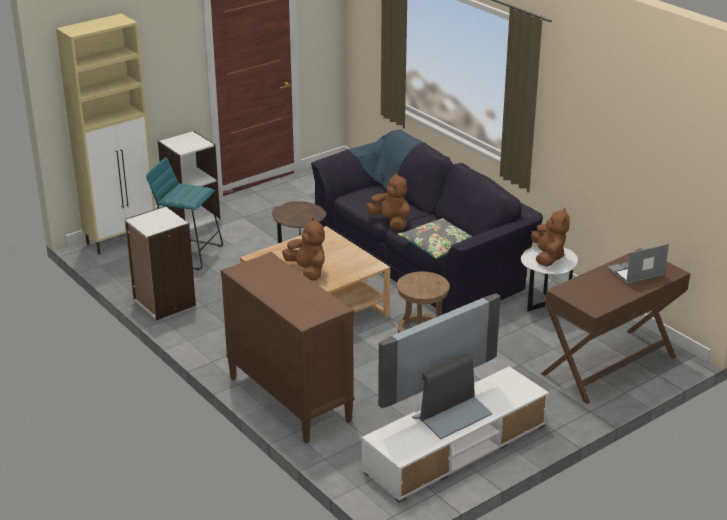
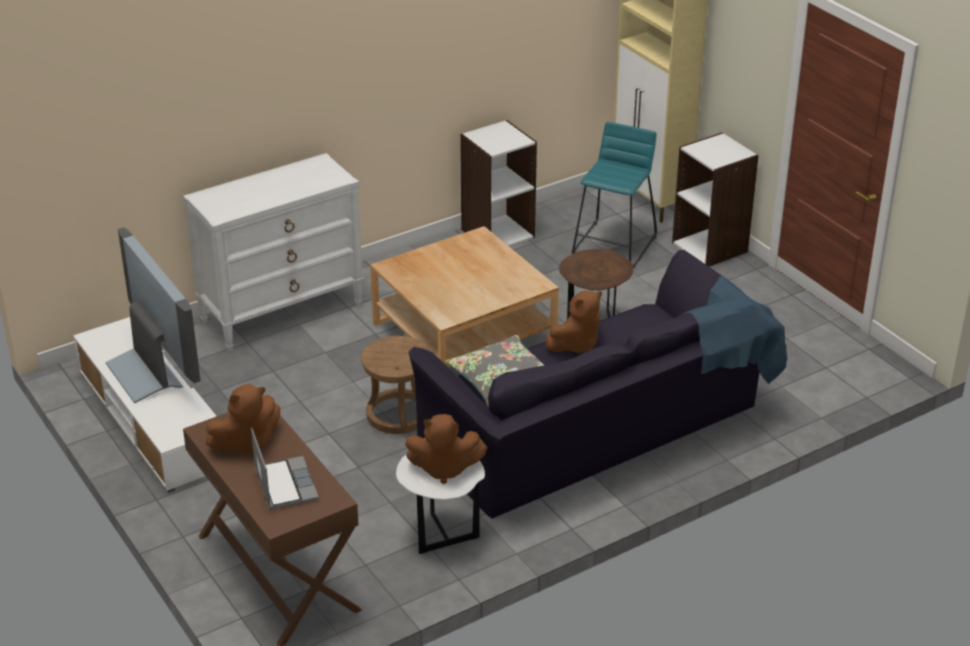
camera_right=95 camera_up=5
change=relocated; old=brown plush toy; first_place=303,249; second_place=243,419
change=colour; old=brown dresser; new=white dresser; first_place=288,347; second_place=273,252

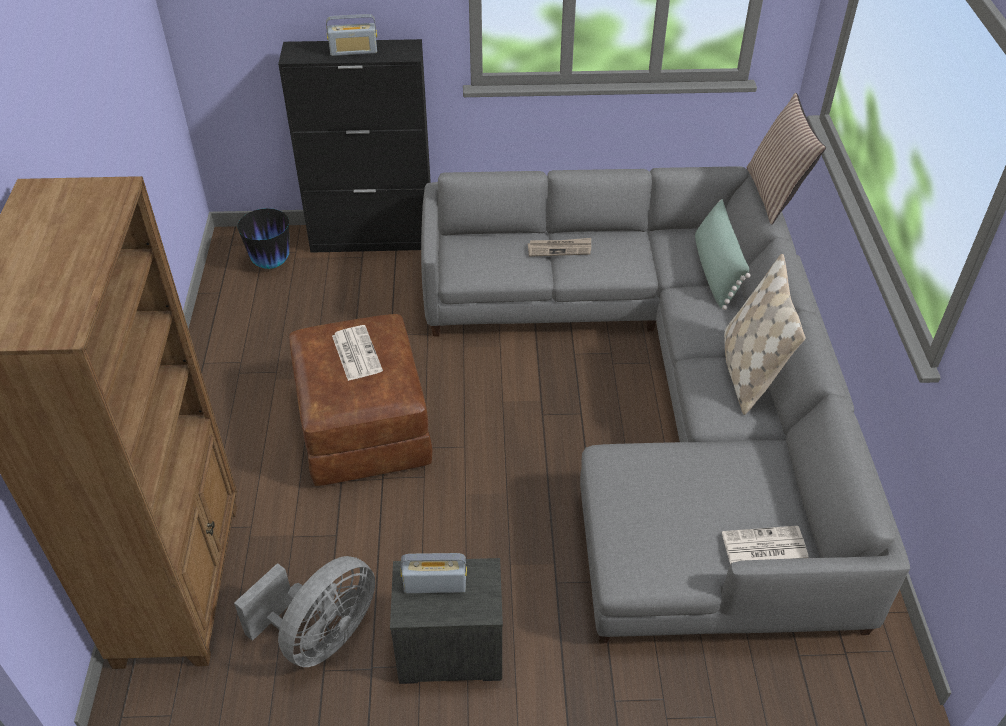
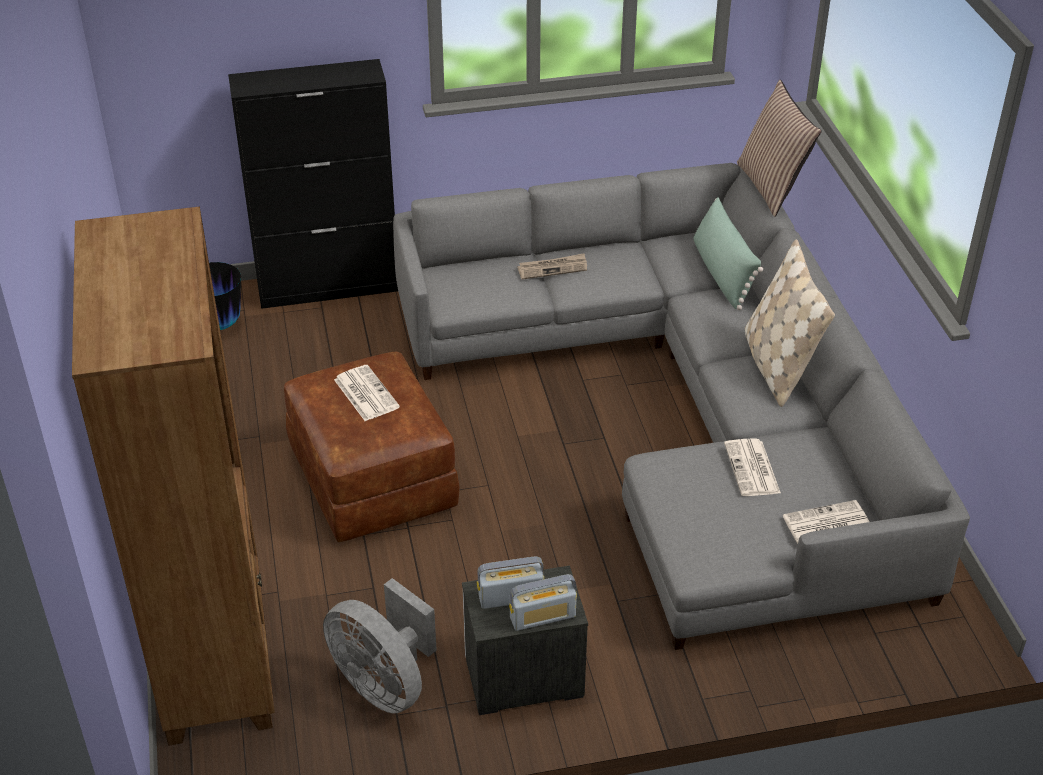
camera_right=-10 camera_up=-5
change=appeared; new=newspaper; second_place=752,467
change=relocated; old=radio; first_place=351,35; second_place=543,602
change=spun; old=grey fan; first_place=304,611; second_place=380,646; degrees=105

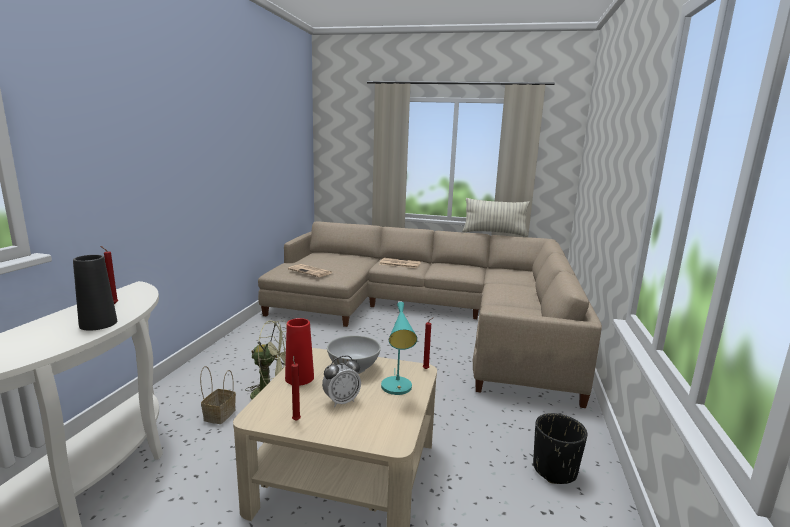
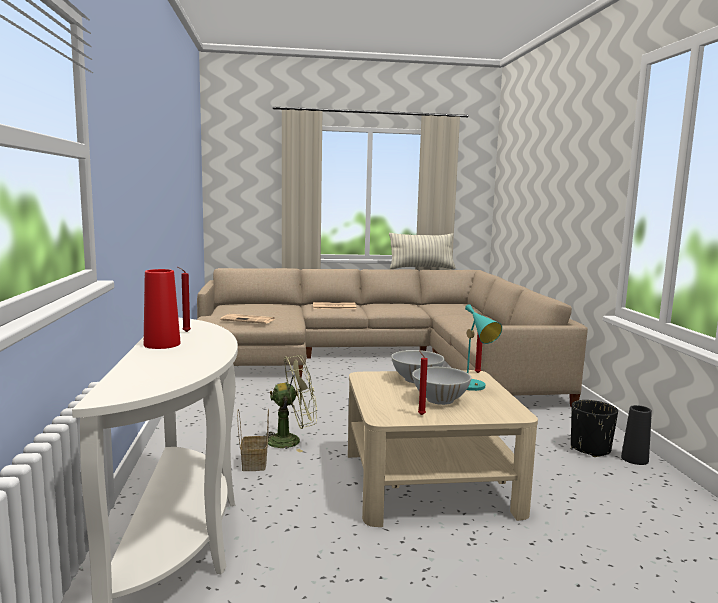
camera_right=-20 camera_up=-5
change=relocated; old=black vase; first_place=95,293; second_place=636,435
change=relocated; old=red vase; first_place=299,352; second_place=162,309
change=exchanged; old=alarm clock; new=white bowl; first_place=341,381; second_place=441,386

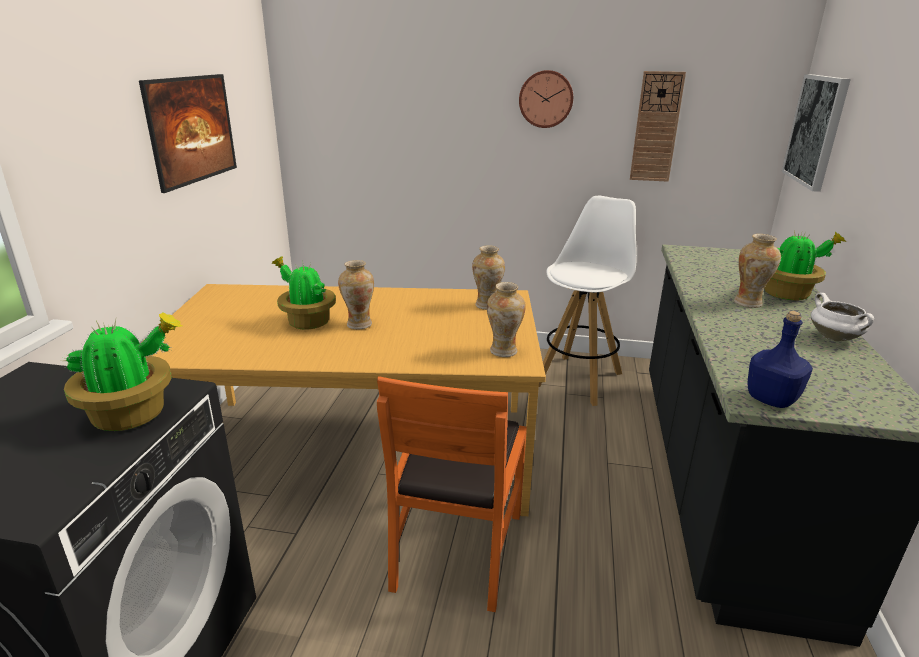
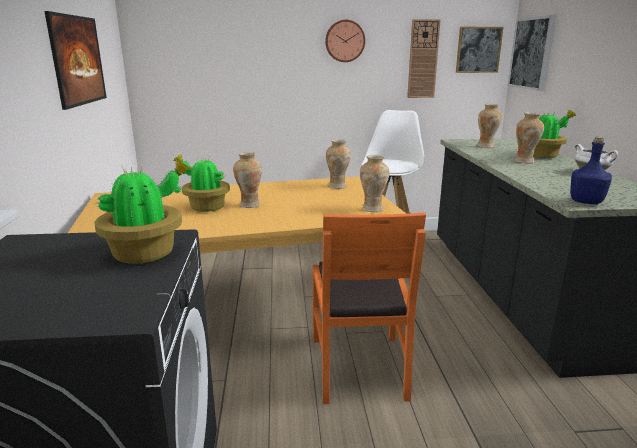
camera_right=-15 camera_up=-5
change=appeared; new=picture; second_place=480,50
change=appeared; new=vase; second_place=489,126

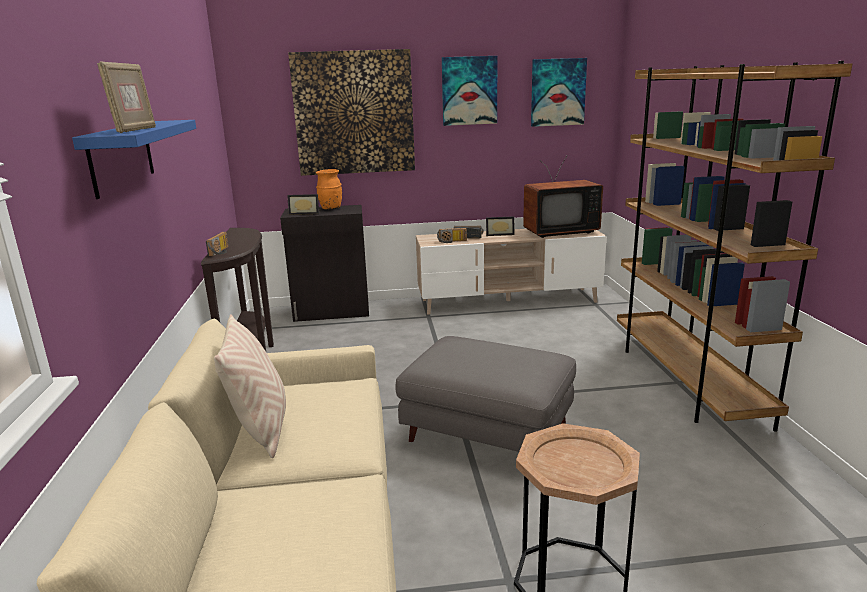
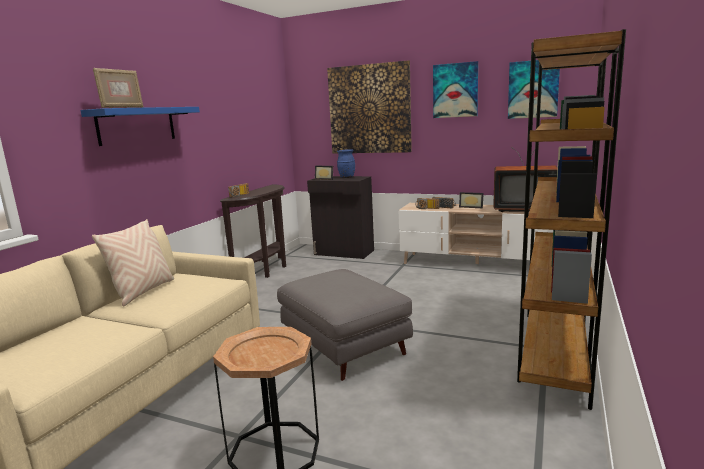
camera_right=30 camera_up=-5
change=colour; old=orange vase; new=blue vase; first_place=329,189; second_place=346,163

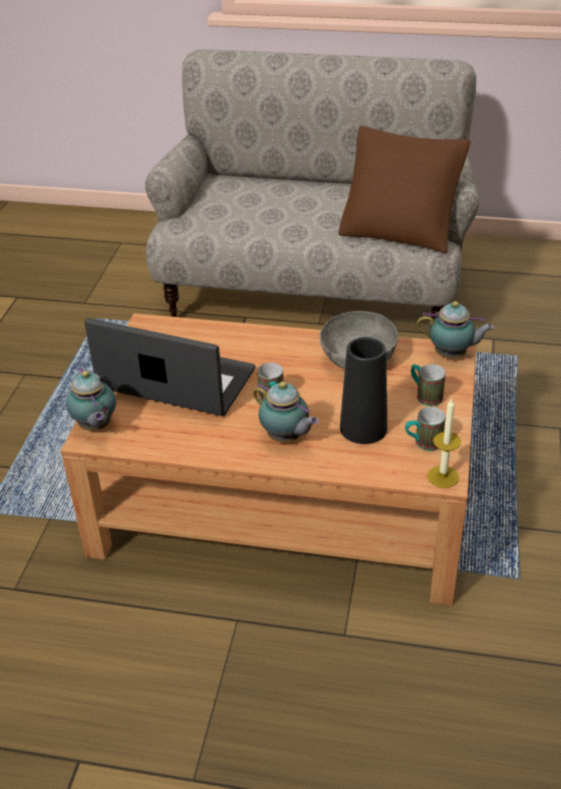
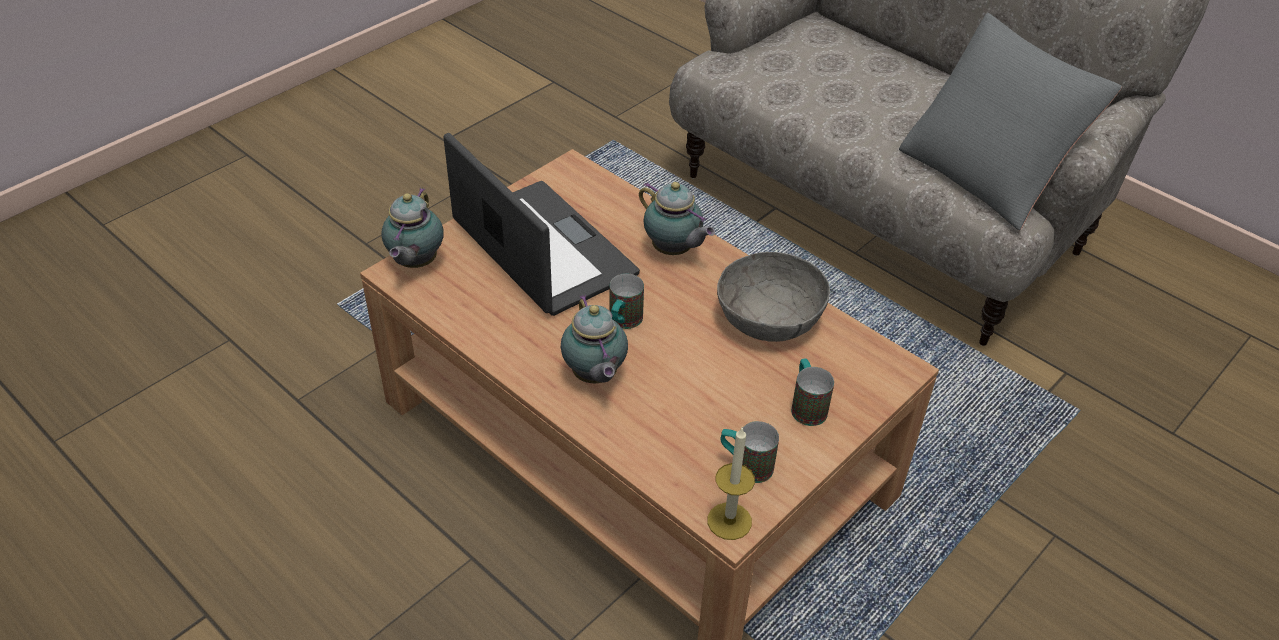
camera_right=30 camera_up=5
change=missing; old=black vase; first_place=363,390
change=relocated; old=teapot; first_place=455,329; second_place=677,218
change=colour; old=brown pillow; new=grey pillow; first_place=404,189; second_place=1010,122

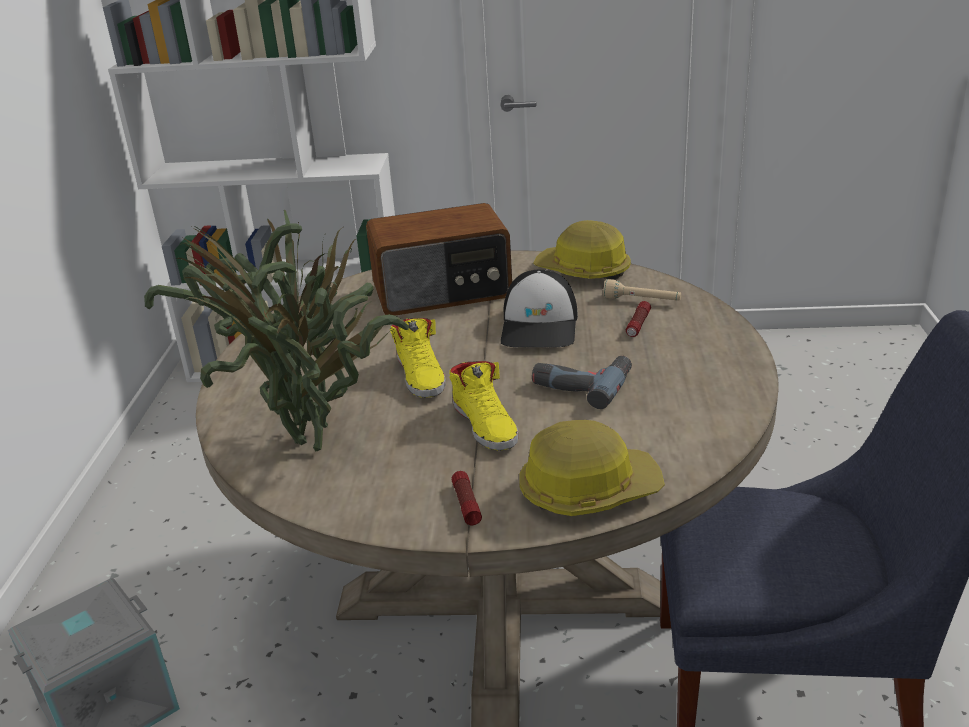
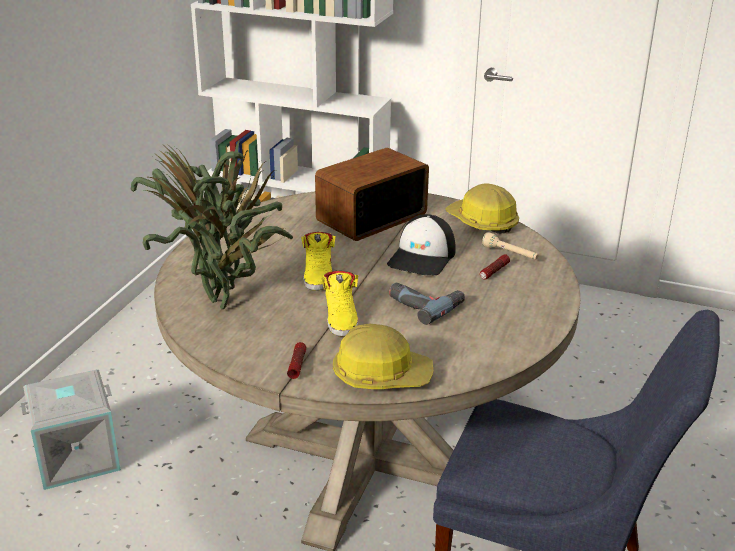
camera_right=15 camera_up=0
change=spun; old=radio; first_place=439,259; second_place=372,194; degrees=135

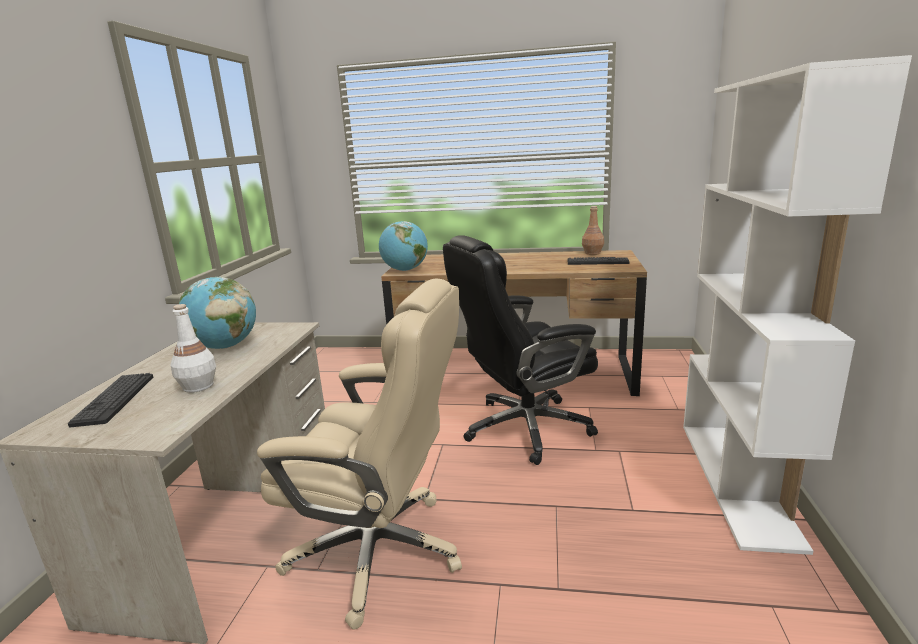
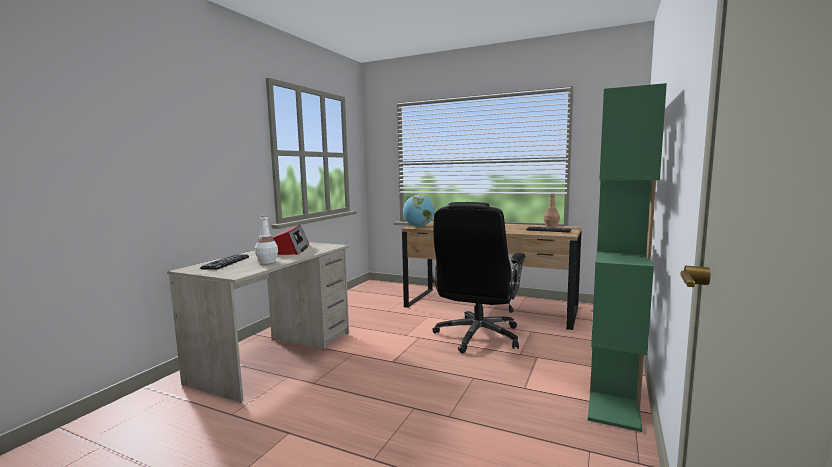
camera_right=15 camera_up=-10
change=missing; old=beige office chair; first_place=359,453
change=exchanged; old=globe; new=radio; first_place=217,313; second_place=291,240
change=colour; old=white bookcase; new=green bookcase; first_place=797,305; second_place=627,257
change=spun; old=black office chair; first_place=520,350; second_place=478,277; degrees=-60

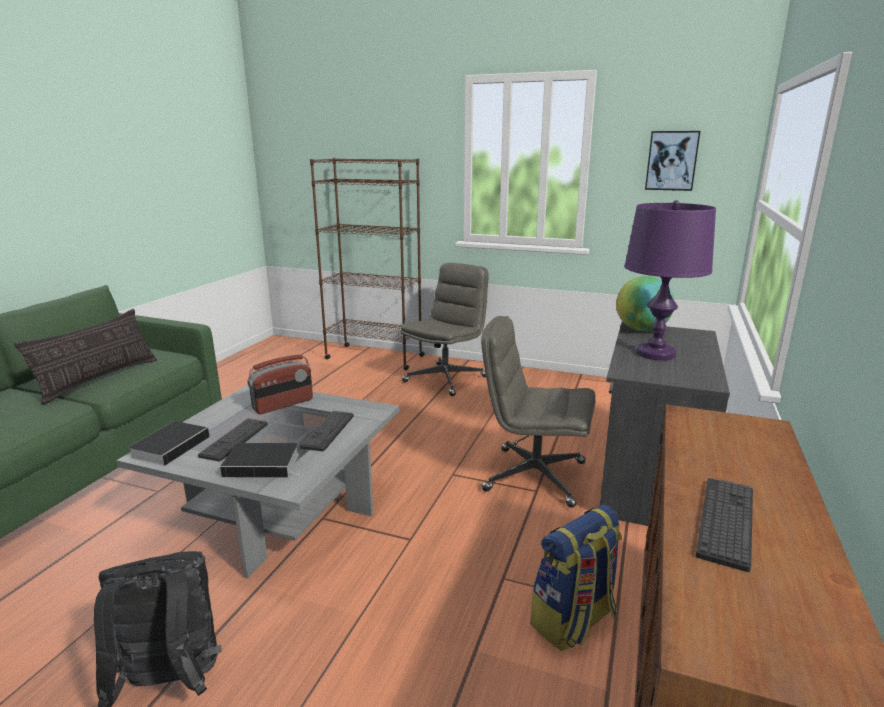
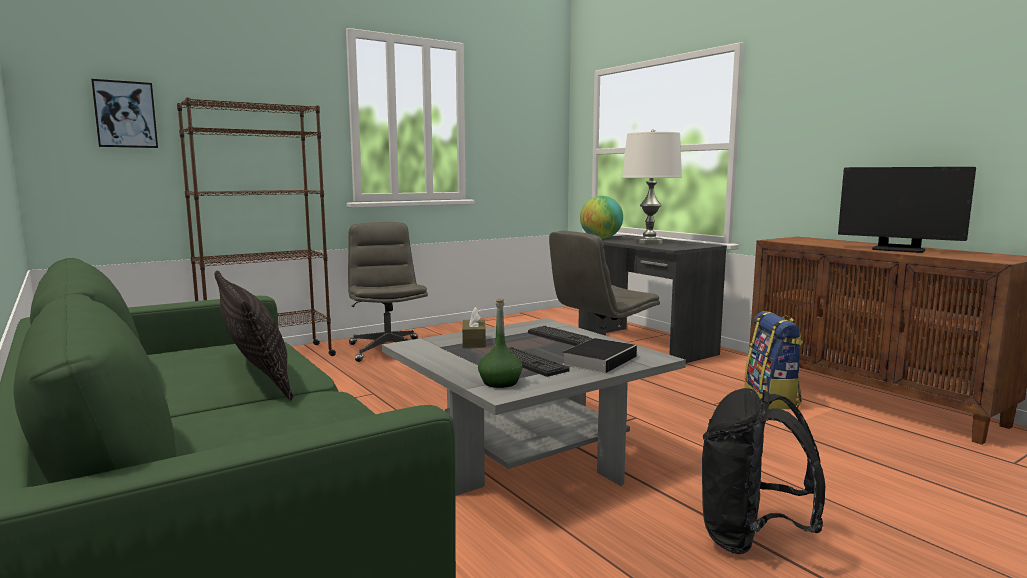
camera_right=-55 camera_up=-10
change=relocated; old=picture; first_place=672,161; second_place=124,113
change=exchanged; old=book; new=green bottle; first_place=171,443; second_place=500,343
change=exchanged; old=radio; new=brown tissue box; first_place=280,384; second_place=474,327
change=exchanged; old=keyboard; new=monitor; first_place=724,525; second_place=907,210
change=colour; old=purple table lamp; new=white table lamp; first_place=670,280; second_place=652,186

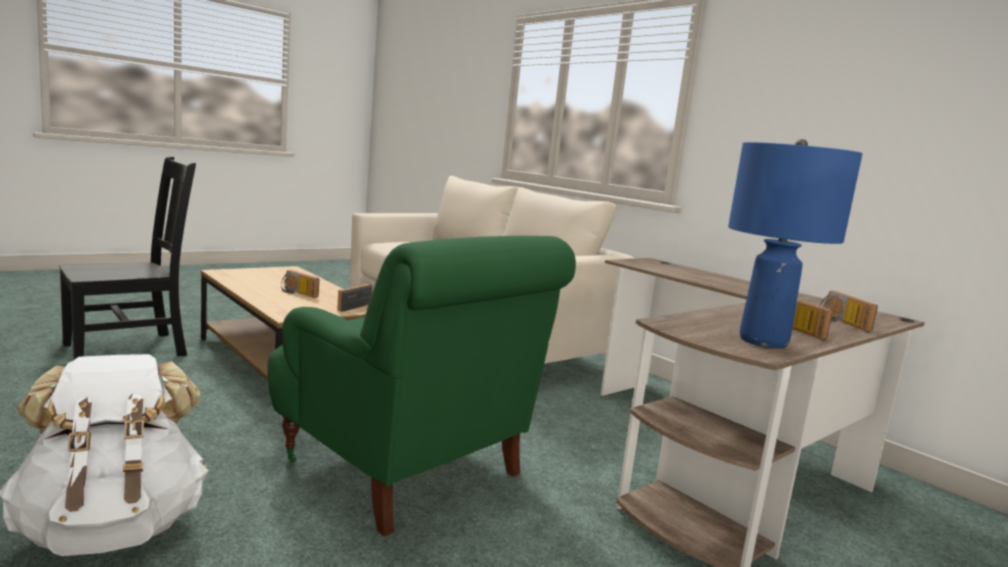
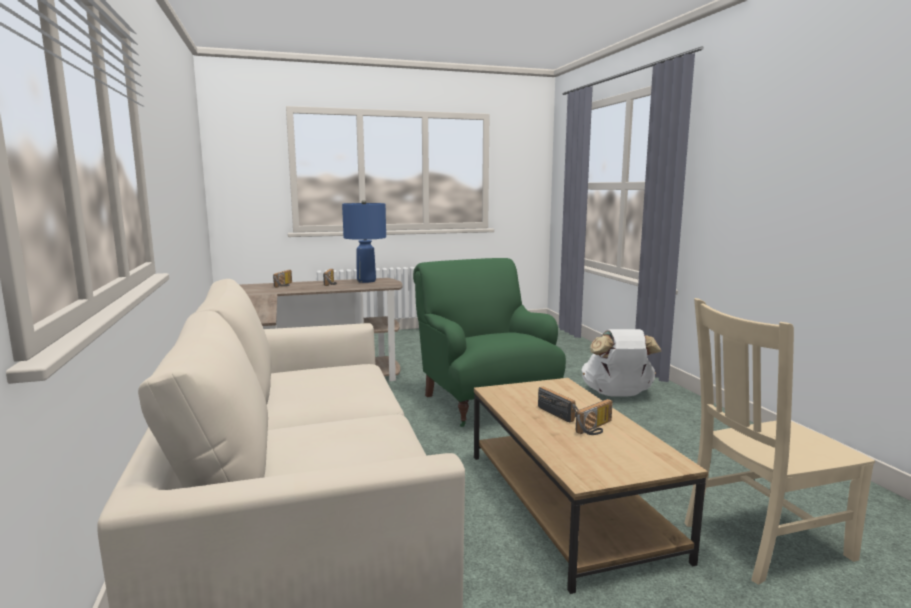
camera_right=-155 camera_up=0
change=relocated; old=radio; first_place=355,298; second_place=594,417
change=colour; old=black chair; new=beige chair; first_place=127,258; second_place=779,441

